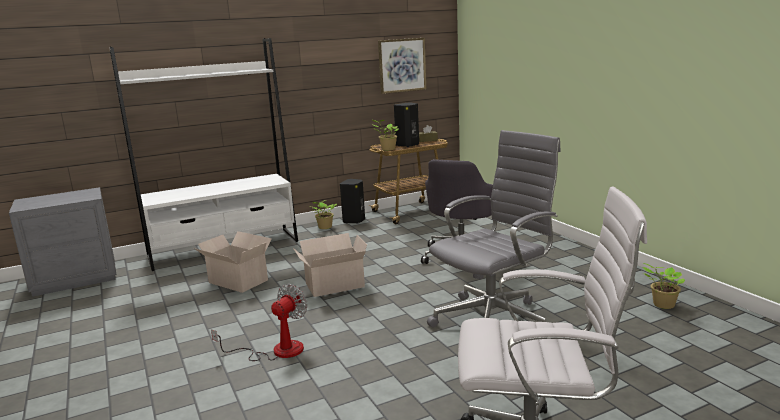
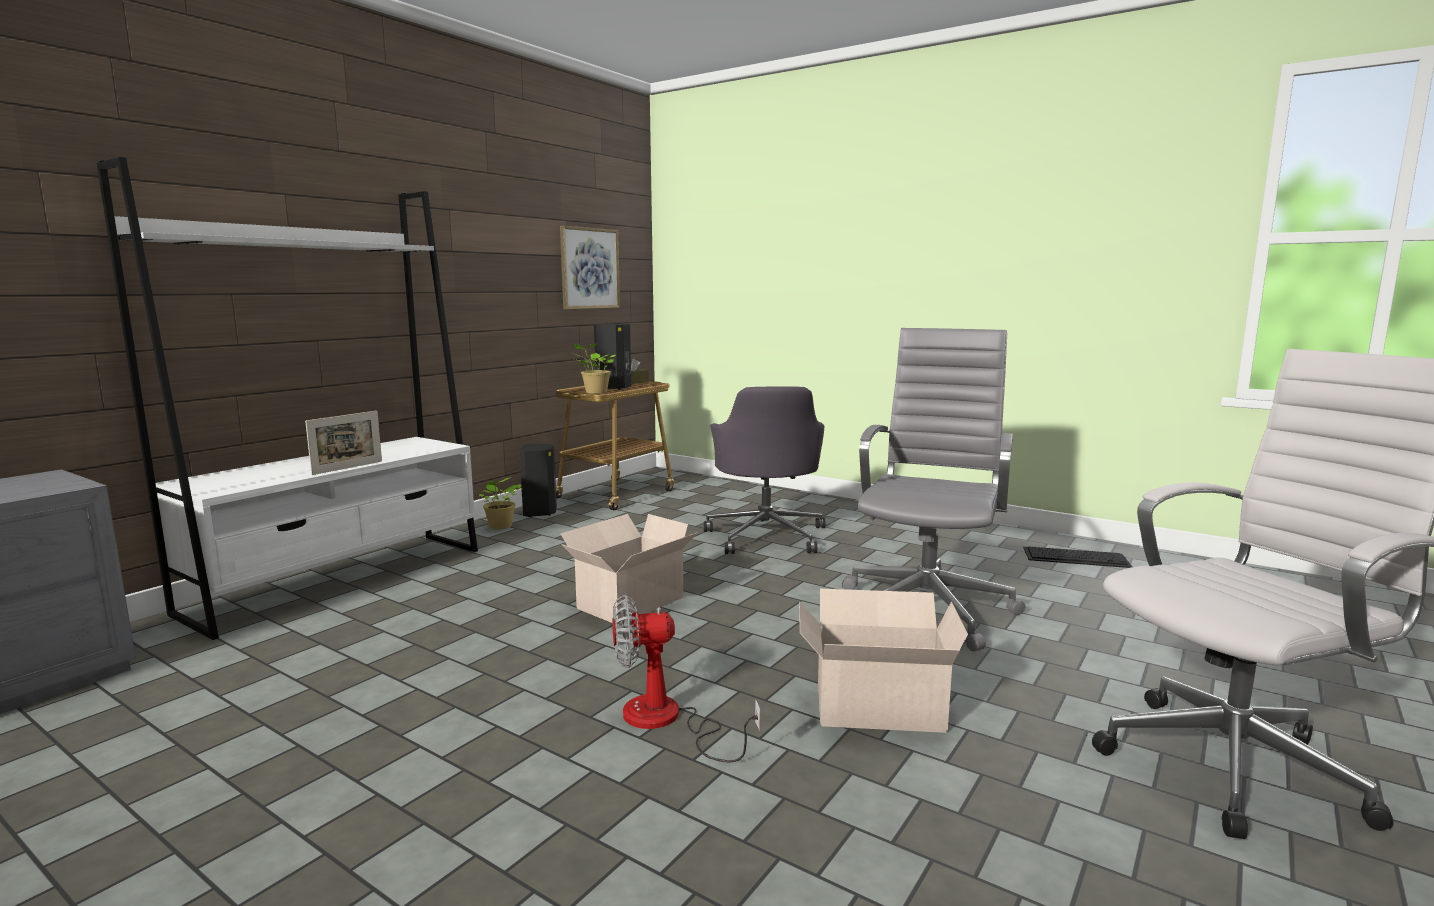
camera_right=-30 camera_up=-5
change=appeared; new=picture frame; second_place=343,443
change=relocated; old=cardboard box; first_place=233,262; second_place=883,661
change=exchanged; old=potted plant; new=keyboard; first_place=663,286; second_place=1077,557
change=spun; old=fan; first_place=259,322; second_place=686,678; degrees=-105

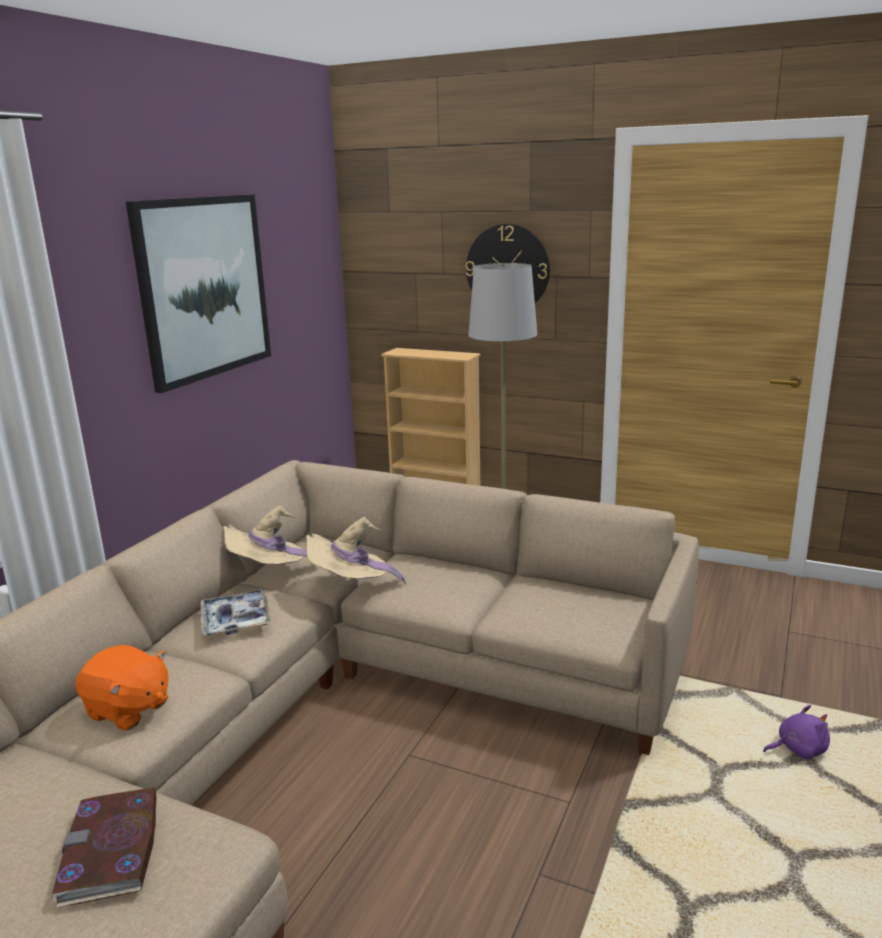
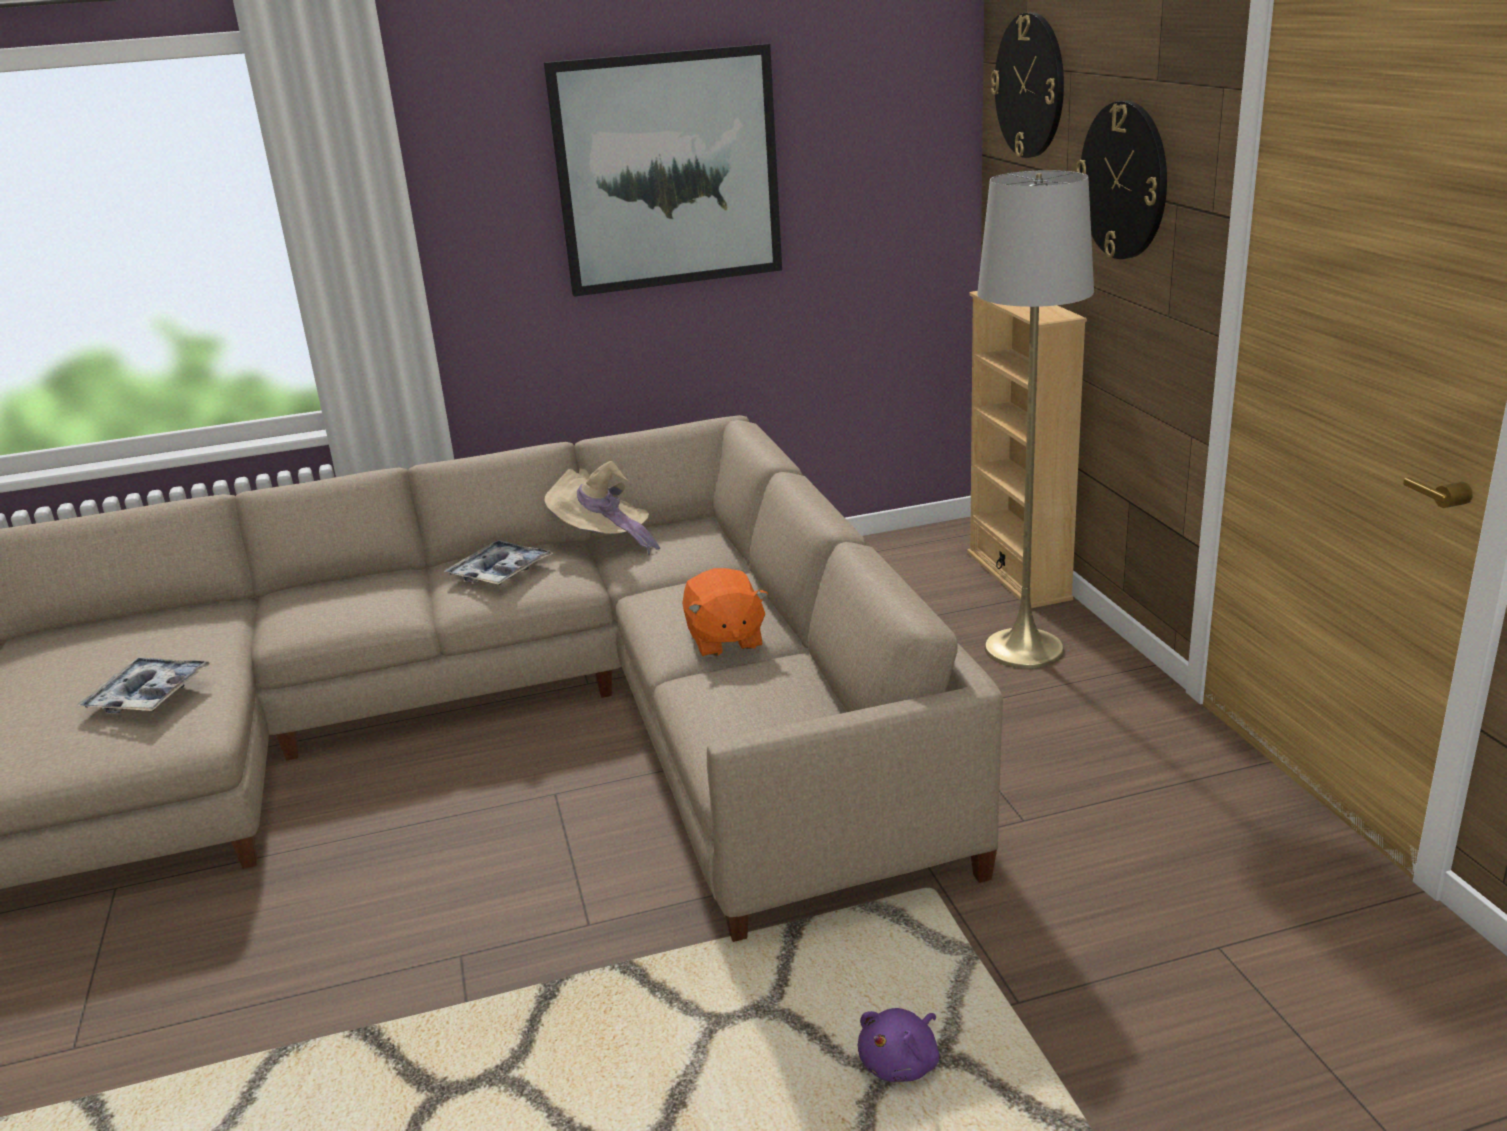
camera_right=50 camera_up=5
change=missing; old=beige hat; first_place=356,550
change=appeared; new=wall clock; second_place=1027,85
change=relocated; old=orange plush toy; first_place=121,688; second_place=725,612
change=exchanged; old=book; new=tray; first_place=104,847; second_place=144,685
change=spun; old=purple plush toy; first_place=796,732; second_place=898,1045; degrees=90

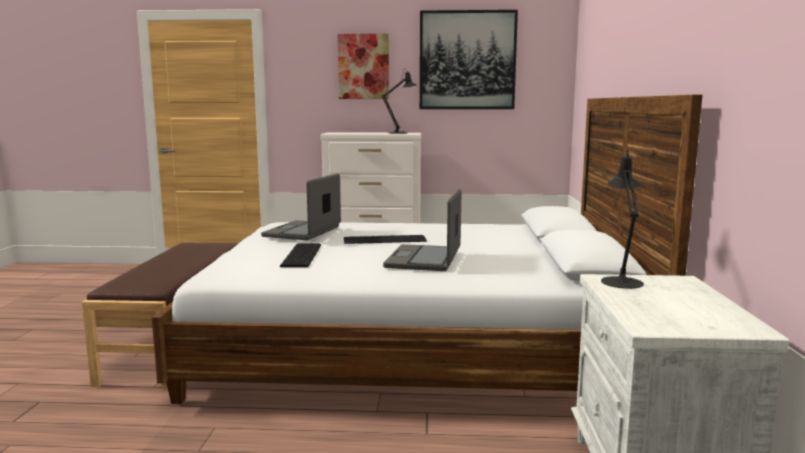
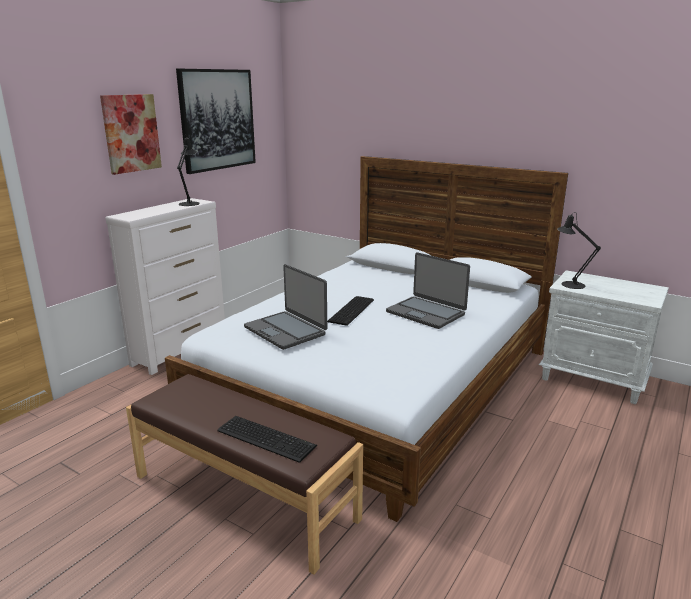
camera_right=-60 camera_up=10
change=relocated; old=keyboard; first_place=300,255; second_place=267,439

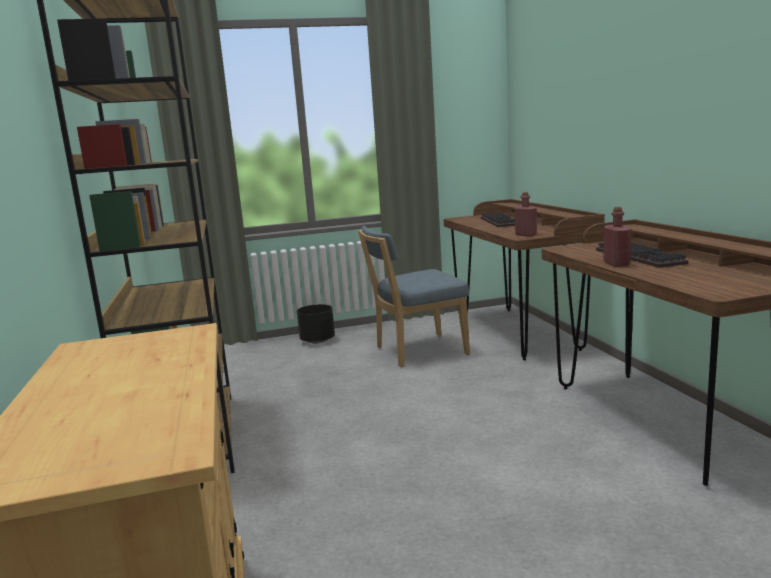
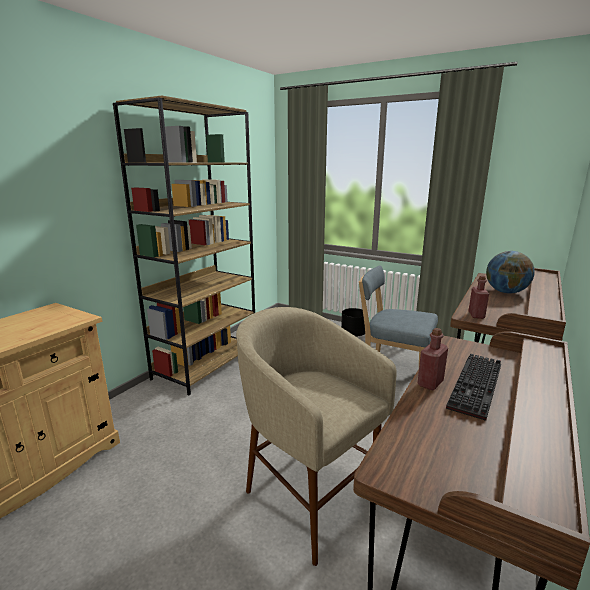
camera_right=45 camera_up=5
change=appeared; new=beige stool; second_place=316,436
change=exchanged; old=keyboard; new=globe; first_place=498,219; second_place=510,272

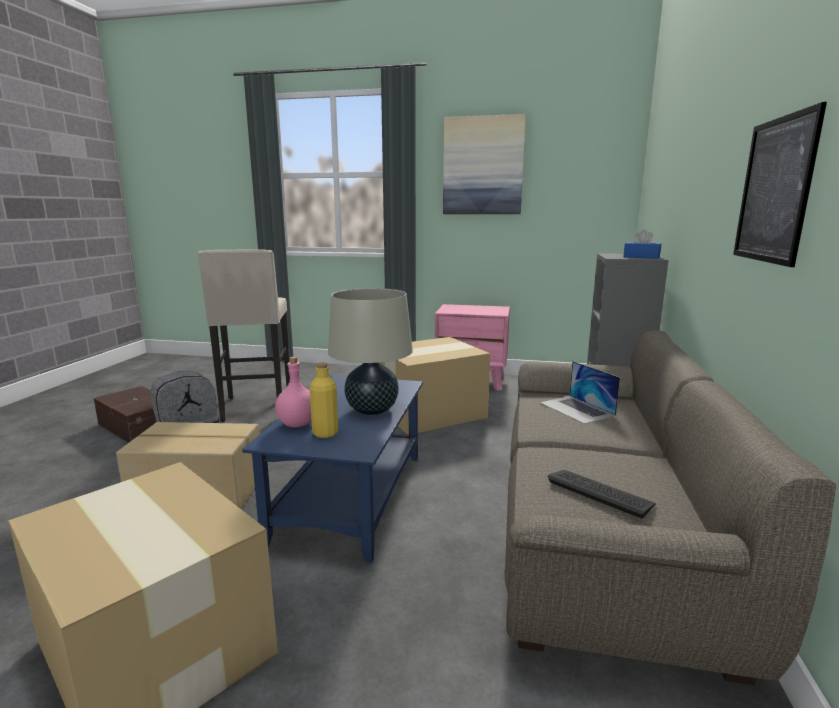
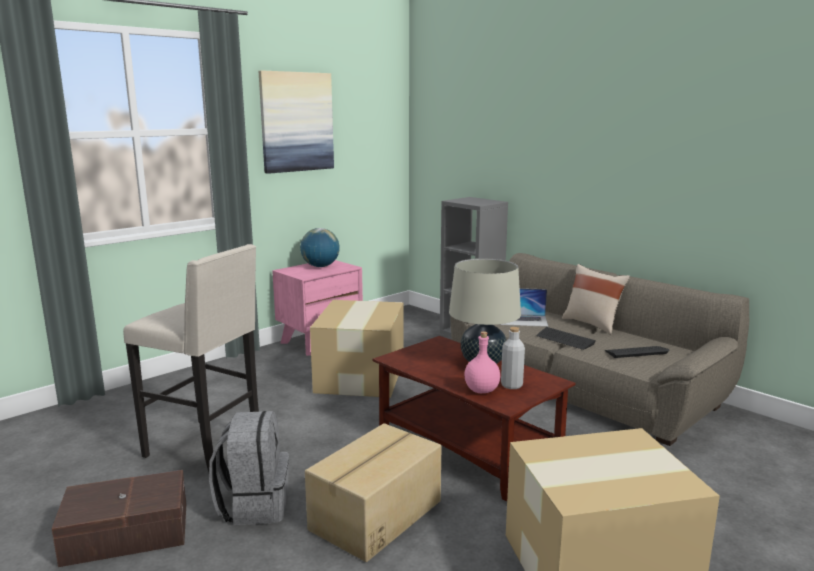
camera_right=-55 camera_up=0
change=missing; old=blue tissue box; first_place=642,244
change=missing; old=picture; first_place=780,184
change=appeared; new=globe; second_place=320,247
change=appeared; new=keyboard; second_place=566,338
change=appeared; new=beige pillow; second_place=596,299
change=colour; old=blue coffee table; new=brown coffee table; first_place=332,469; second_place=474,418
change=colour; old=yellow bottle; new=grey bottle; first_place=324,400; second_place=513,358

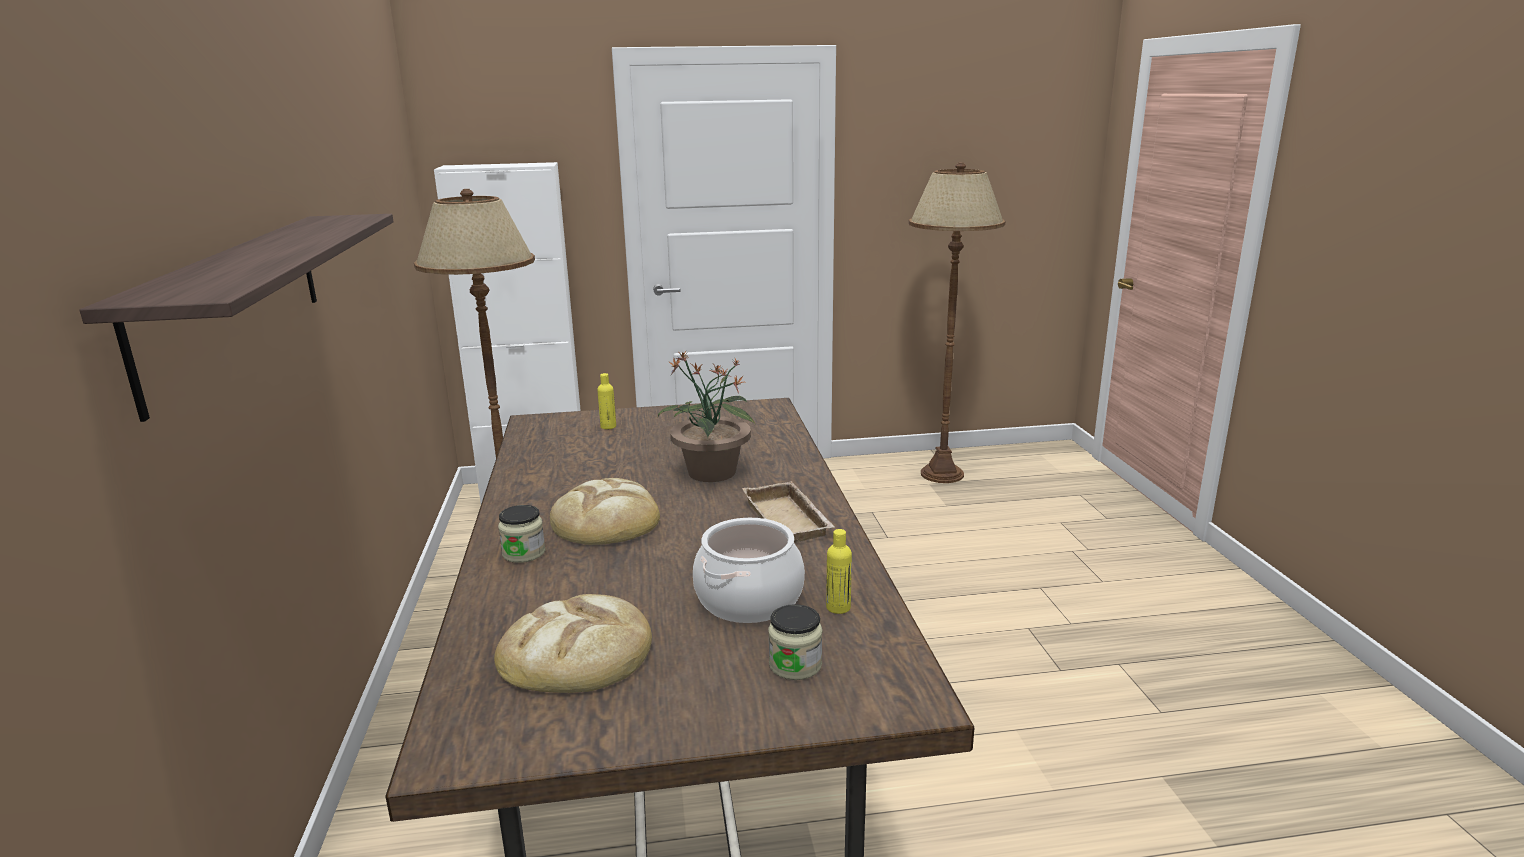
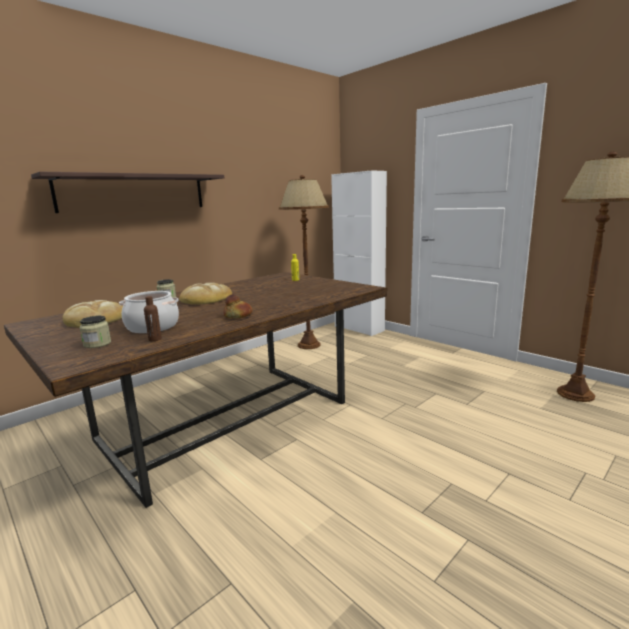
camera_right=55 camera_up=-5
change=missing; old=potted plant; first_place=706,416
change=exchanged; old=beige tray; new=bread; first_place=788,512; second_place=237,306
change=colour; old=yellow bottle; new=brown bottle; first_place=839,571; second_place=153,318

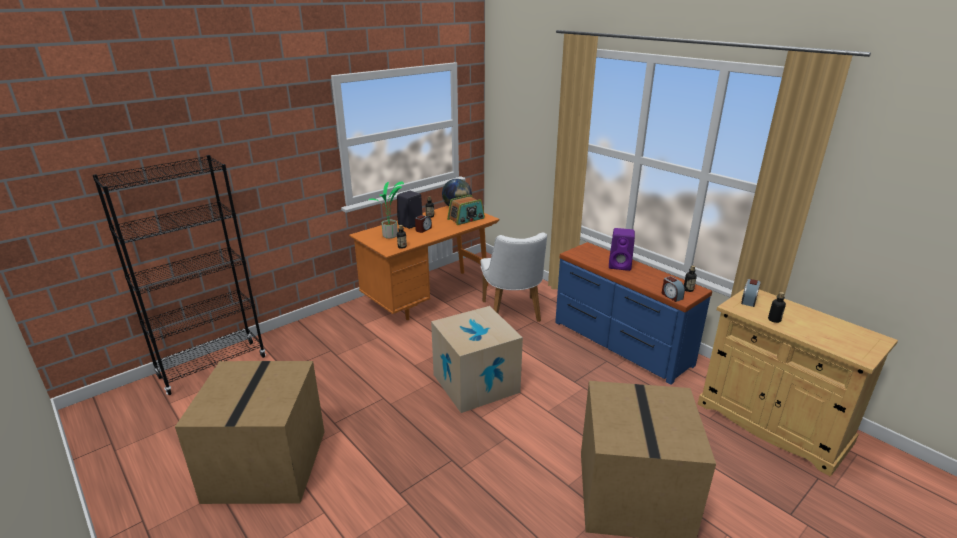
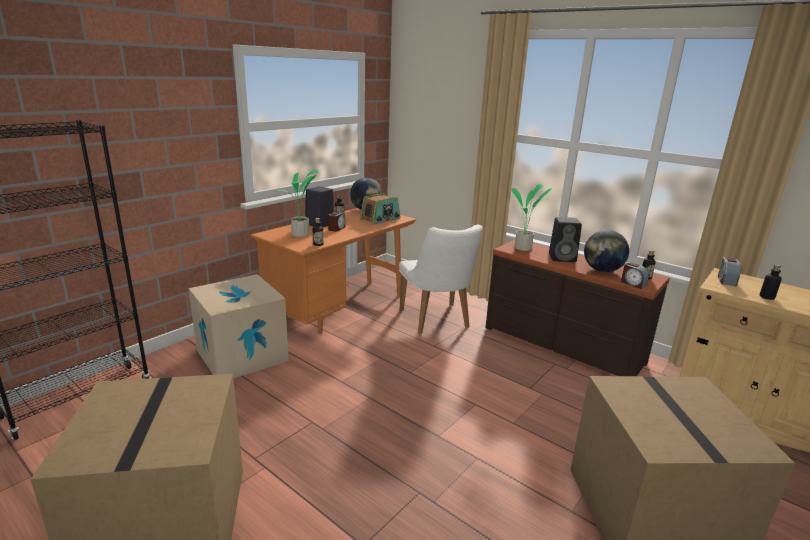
camera_right=-10 camera_up=-5
change=appeared; new=potted plant; second_place=531,217
change=appeared; new=globe; second_place=606,251
change=relocated; old=cardboard box; first_place=477,359; second_place=238,326
change=colour; old=blue dresser; new=brown dresser; first_place=633,313; second_place=577,308
change=colour; old=purple speaker; new=black speaker; first_place=622,249; second_place=565,239

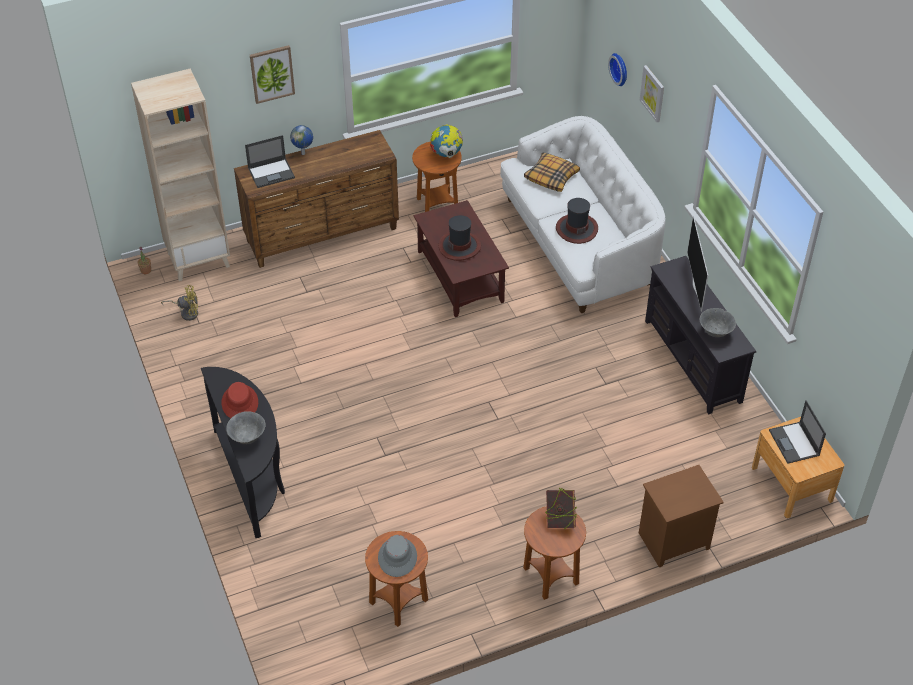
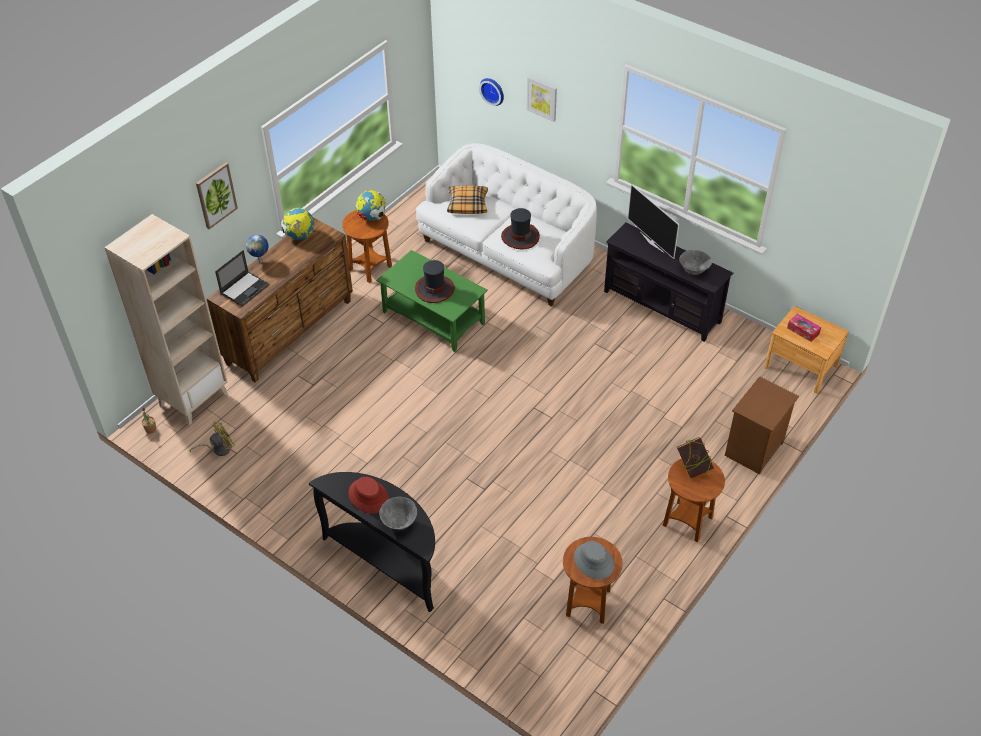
camera_right=-30 camera_up=0
change=appeared; new=globe; second_place=297,223
change=exchanged; old=laptop; new=tissue box; first_place=797,432; second_place=804,328
change=colour; old=brown coffee table; new=green coffee table; first_place=461,258; second_place=432,301

